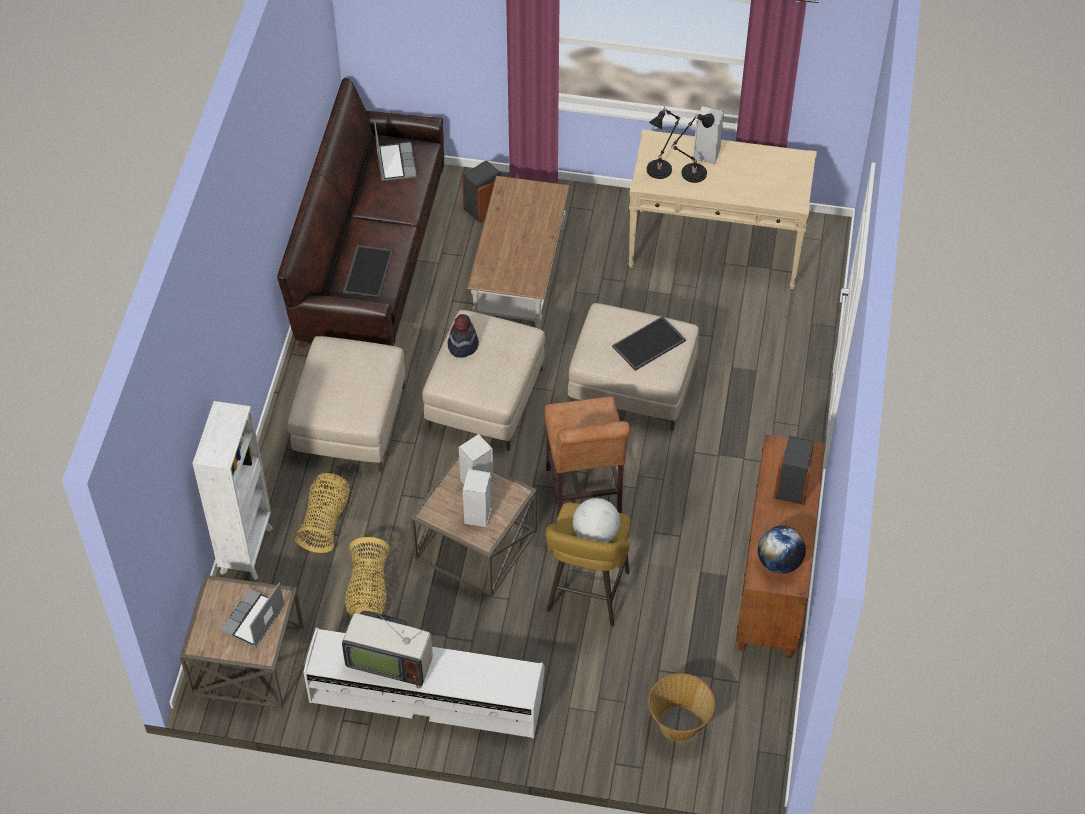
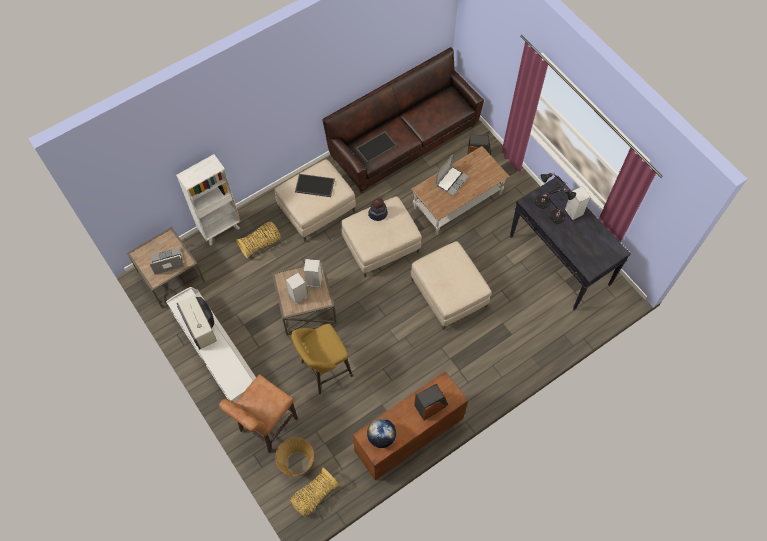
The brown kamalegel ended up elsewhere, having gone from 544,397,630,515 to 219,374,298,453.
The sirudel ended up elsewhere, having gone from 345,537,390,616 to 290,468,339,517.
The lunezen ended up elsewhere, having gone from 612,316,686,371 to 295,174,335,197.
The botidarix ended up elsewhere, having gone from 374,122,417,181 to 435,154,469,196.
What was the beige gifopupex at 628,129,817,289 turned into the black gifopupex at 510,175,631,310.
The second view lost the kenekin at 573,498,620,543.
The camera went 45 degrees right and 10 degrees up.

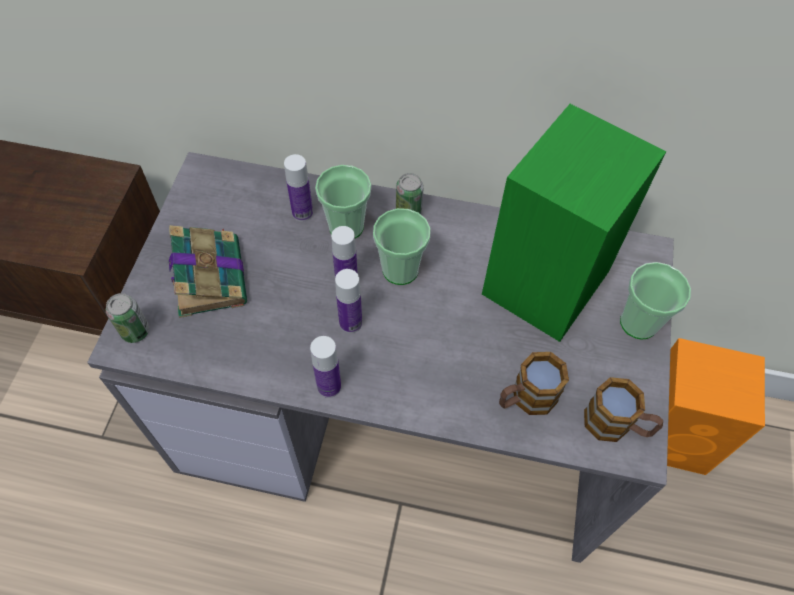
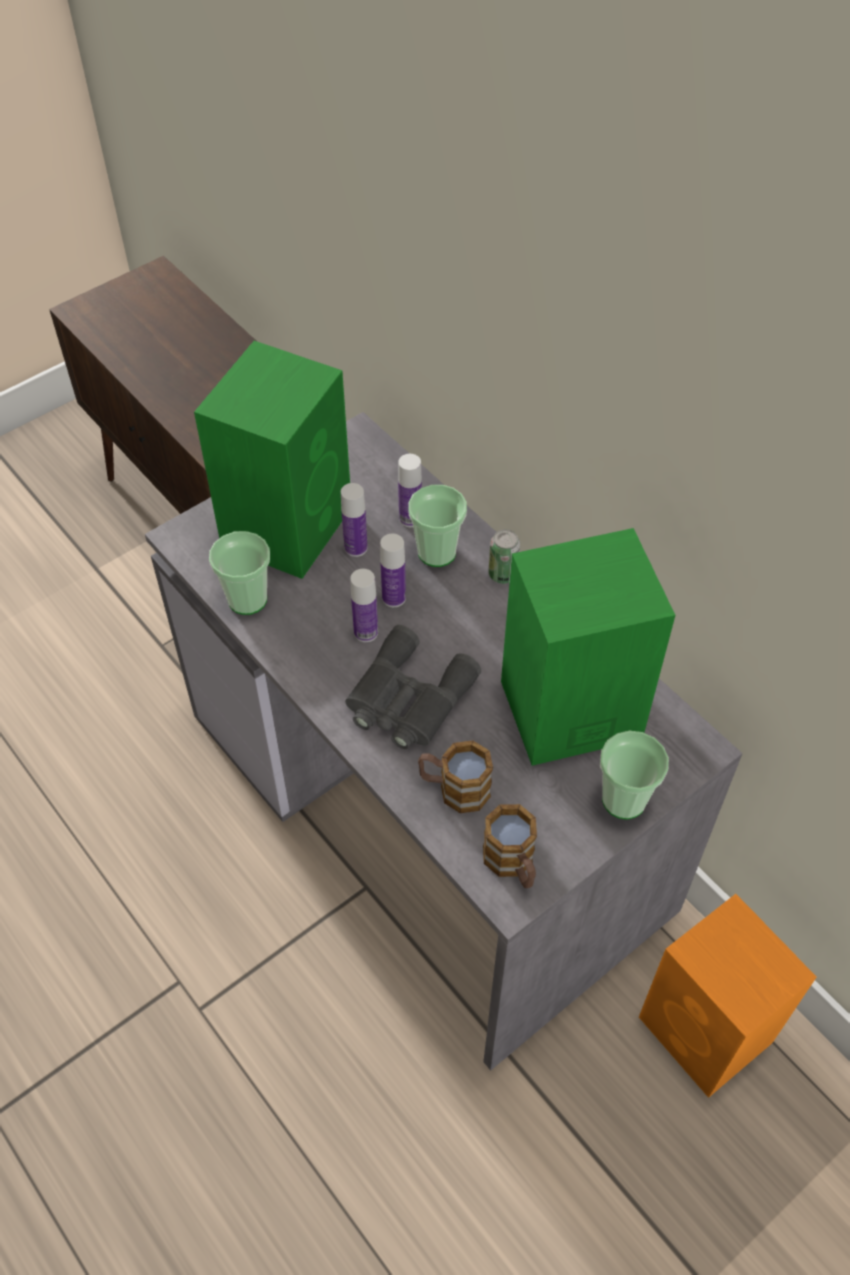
Where the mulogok stood at 169,225,247,318, the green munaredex came to stand at 194,341,350,579.
The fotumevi ended up elsewhere, having gone from 373,208,431,285 to 209,531,270,615.
The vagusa ended up elsewhere, having gone from 310,336,341,398 to 341,483,368,557.
The second view gained the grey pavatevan at 345,625,481,749.
The second view lost the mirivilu at 106,293,149,343.
The camera went 40 degrees right and 5 degrees down.

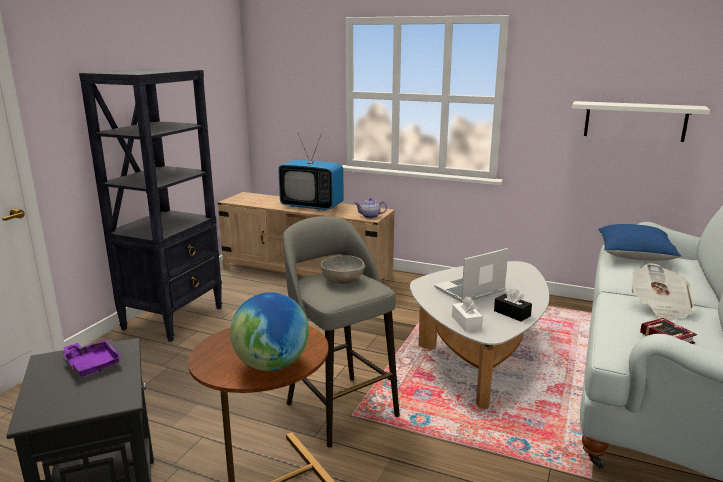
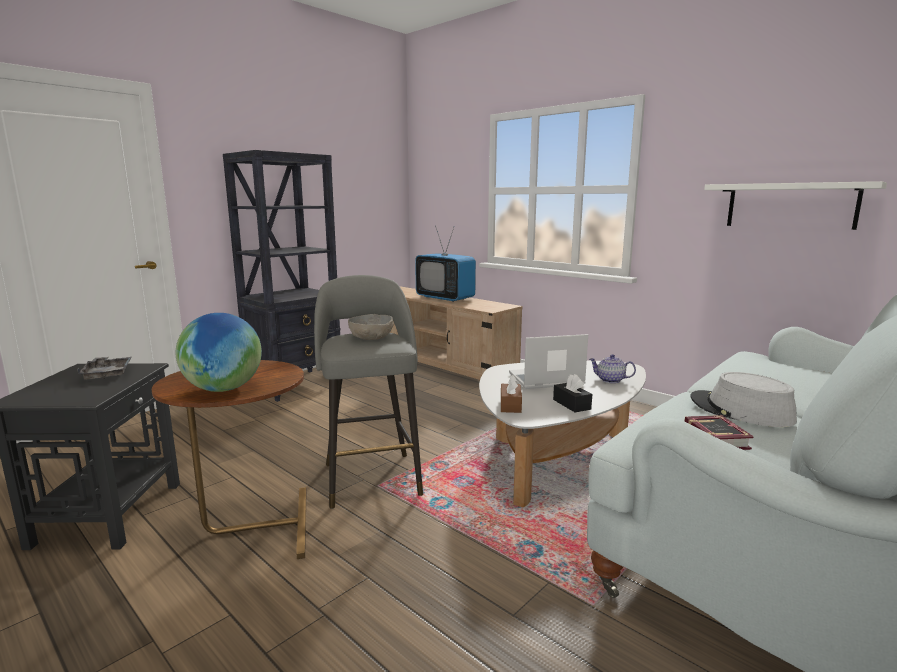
What was the purple lunezen at 63,339,122,377 turned into the grey lunezen at 77,357,132,380.
What was the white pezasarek at 452,297,483,332 turned into the brown pezasarek at 501,375,522,413.
The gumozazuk ended up elsewhere, having gone from 354,198,387,218 to 589,354,636,383.
Where the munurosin stood at 631,263,694,321, the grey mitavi came to stand at 690,372,797,427.
The second view lost the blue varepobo at 598,224,681,261.
The camera went 20 degrees right and 5 degrees down.

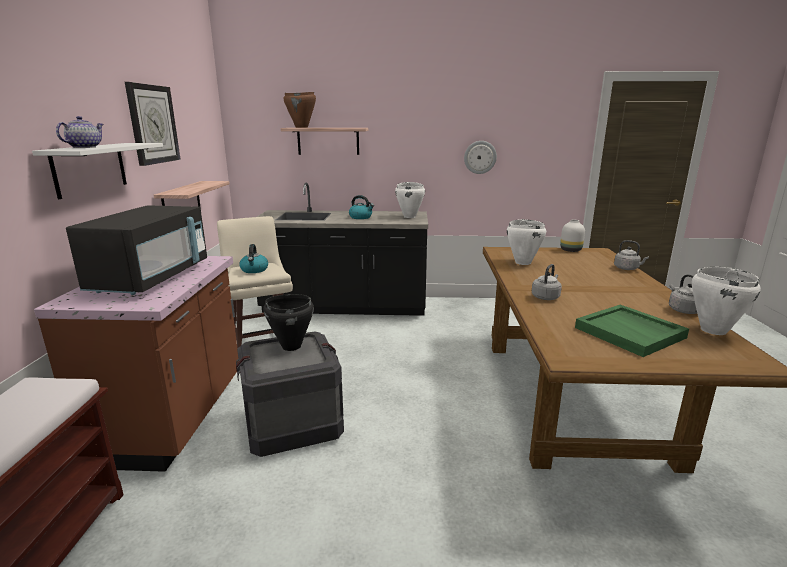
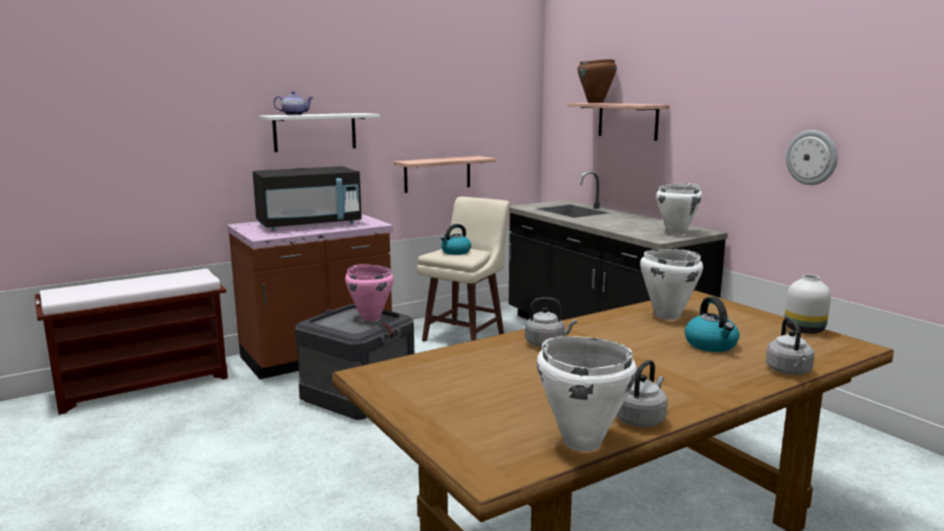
What was the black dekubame at 263,294,314,351 turned into the pink dekubame at 345,264,394,321.
The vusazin ended up elsewhere, having gone from 349,195,374,219 to 685,297,739,352.
The second view lost the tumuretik at 125,82,181,166.
The second view lost the green lunezen at 575,305,689,357.
The camera went 55 degrees right and 5 degrees down.

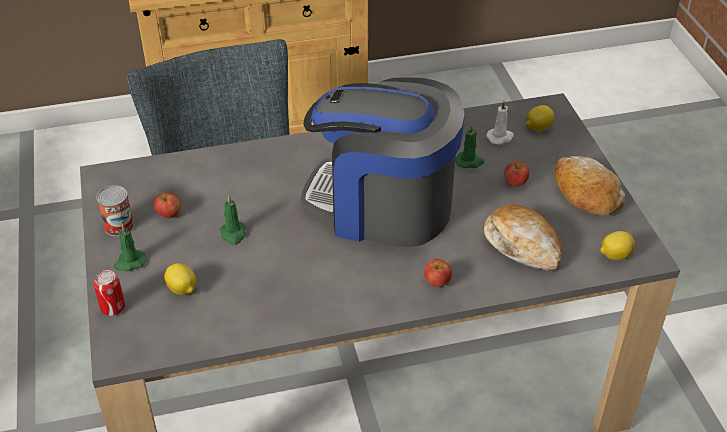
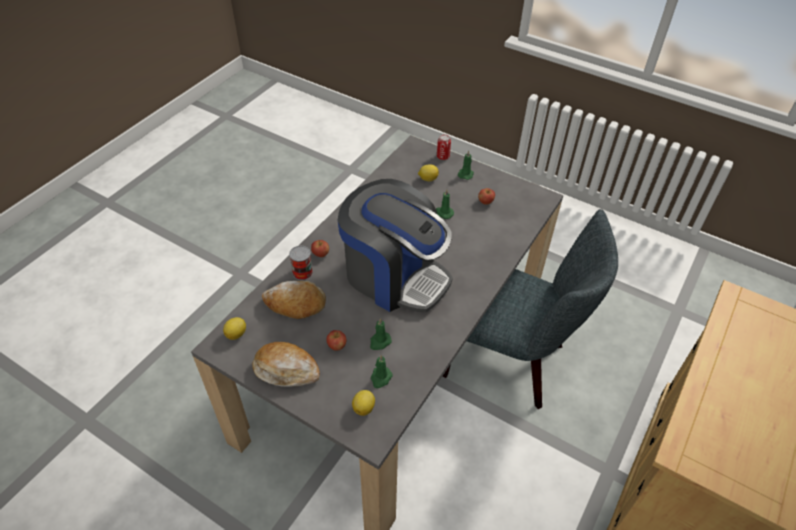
The mirivilu ended up elsewhere, having gone from 96,185,134,236 to 289,246,313,280.
The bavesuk at 301,77,464,247 ended up facing another way, 60 degrees clockwise from before.
What was the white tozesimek at 486,101,514,145 turned into the green tozesimek at 371,355,393,388.
The camera went 135 degrees right and 5 degrees up.

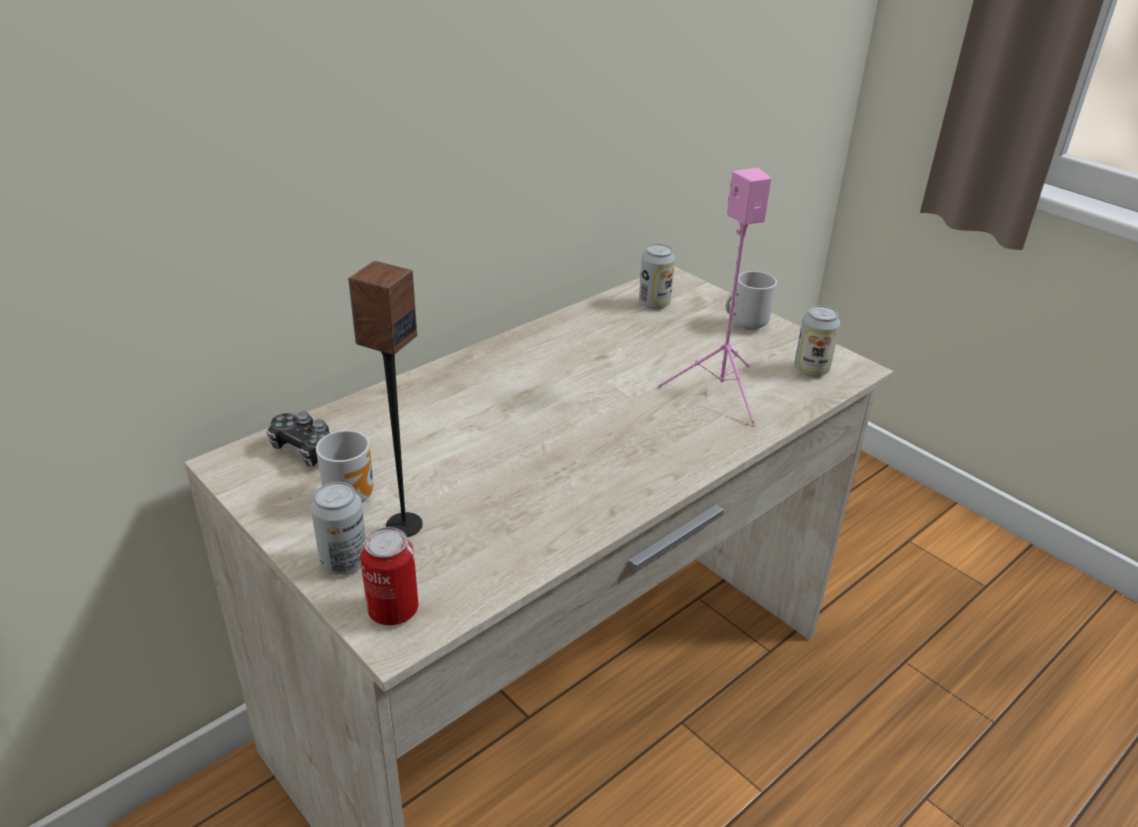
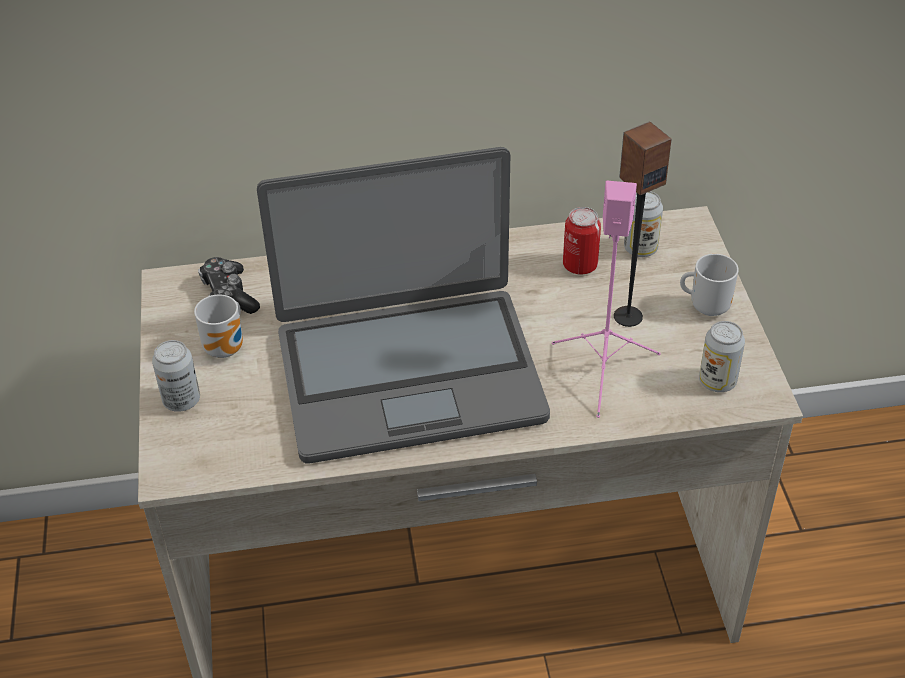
The second view gained the botidarix at 257,147,550,464.
The mirivilu ended up elsewhere, having gone from 360,527,418,625 to 563,207,601,274.
The munaredex ended up elsewhere, having gone from 348,261,423,537 to 614,122,672,327.
The camera went 35 degrees right and 10 degrees up.

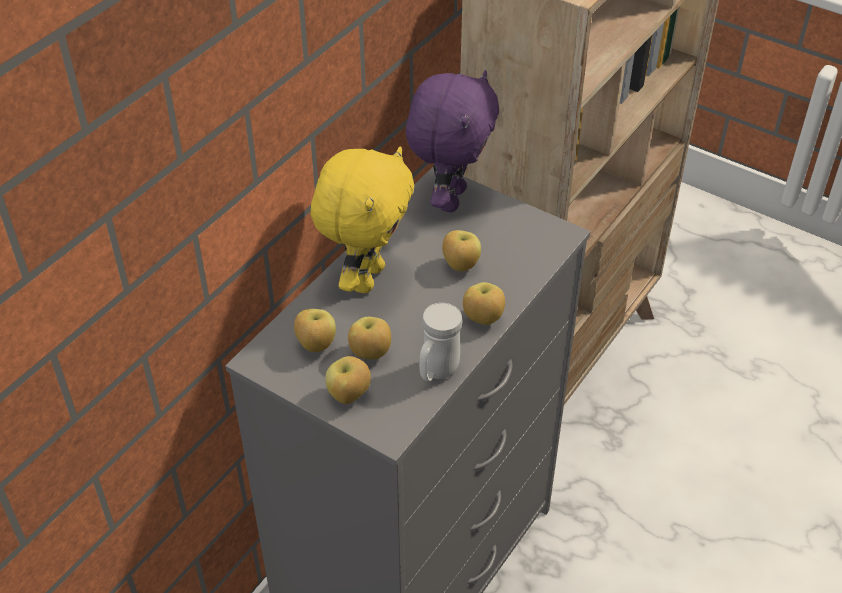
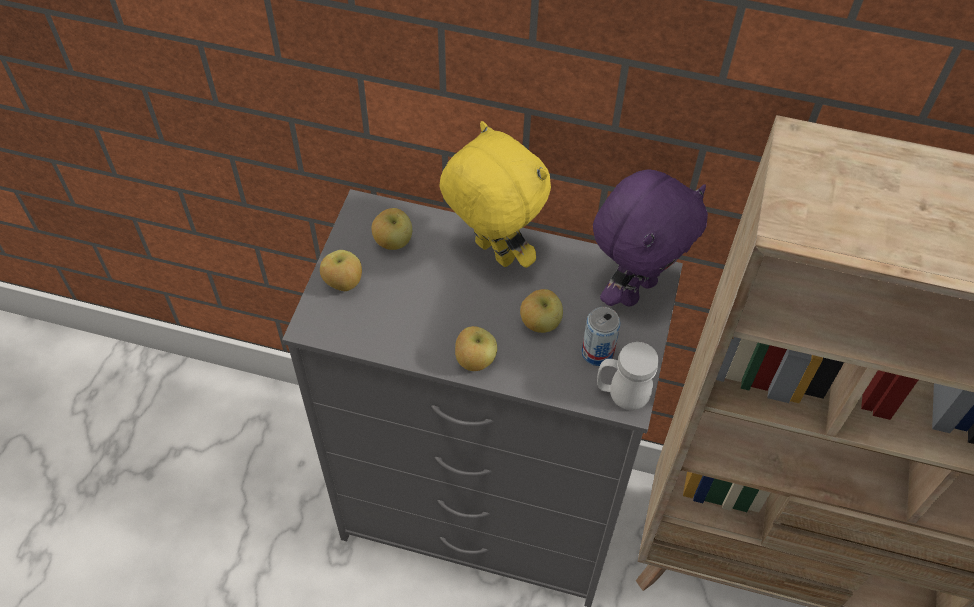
The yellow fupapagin at 311,147,414,293 ended up facing another way, 135 degrees counterclockwise from before.
The second view gained the mirivilu at 582,307,621,366.
The purple fupapagin at 406,70,499,212 ended up facing another way, 45 degrees counterclockwise from before.
The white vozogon ended up elsewhere, having gone from 419,303,463,382 to 597,342,658,410.
The second view lost the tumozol at 348,317,391,360.
The camera went 70 degrees right and 10 degrees up.

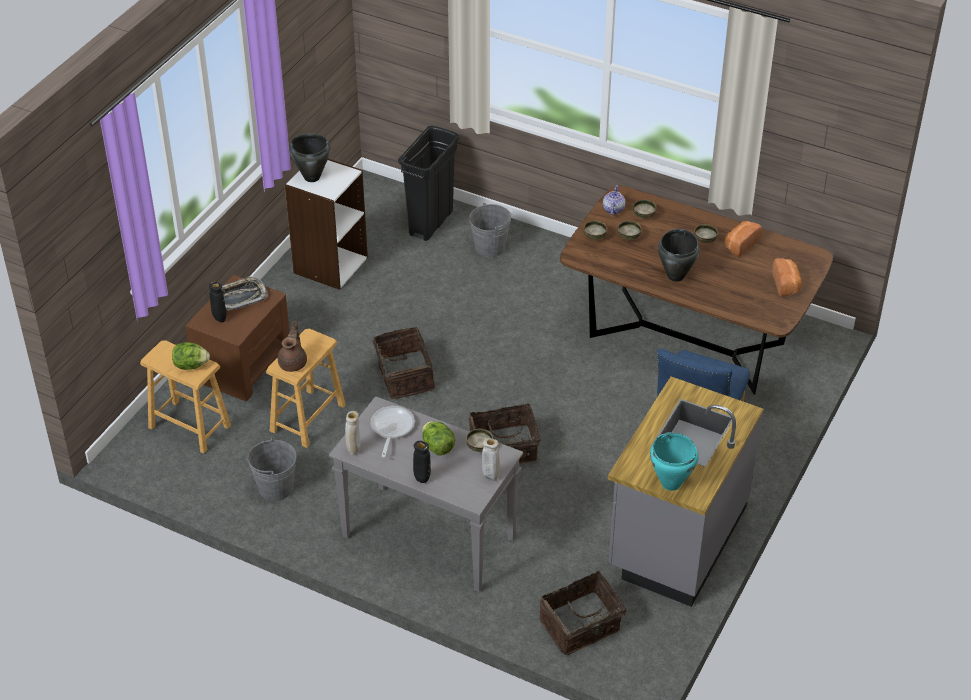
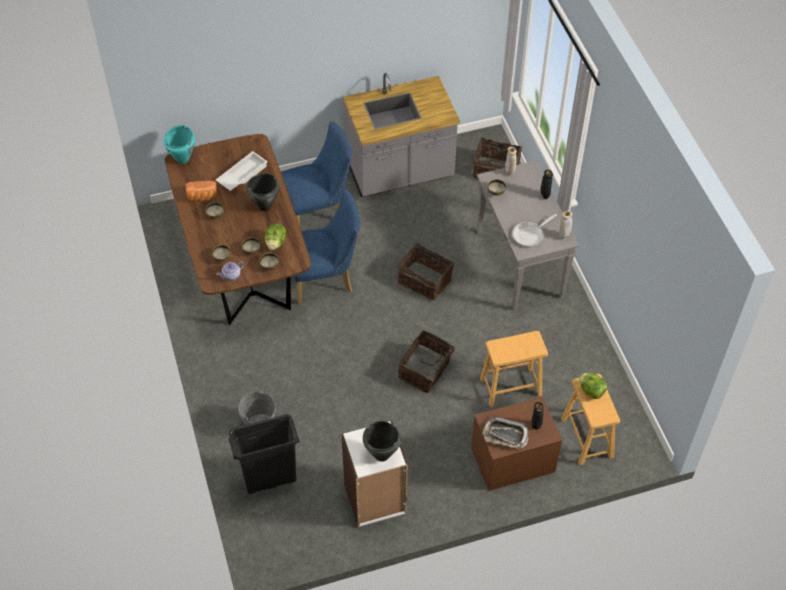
The turquoise dekubame ended up elsewhere, having gone from 650,432,699,491 to 164,125,195,164.
The second view gained the white lunezen at 216,151,268,191.
The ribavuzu ended up elsewhere, having gone from 422,421,455,455 to 264,224,286,250.
The second view gained the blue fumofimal at 294,189,360,304.
The second view lost the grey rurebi at 247,438,297,501.
The second view lost the brown gumozazuk at 278,321,307,372.
The second view lost the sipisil at 772,258,802,296.
The camera went 135 degrees left and 10 degrees up.

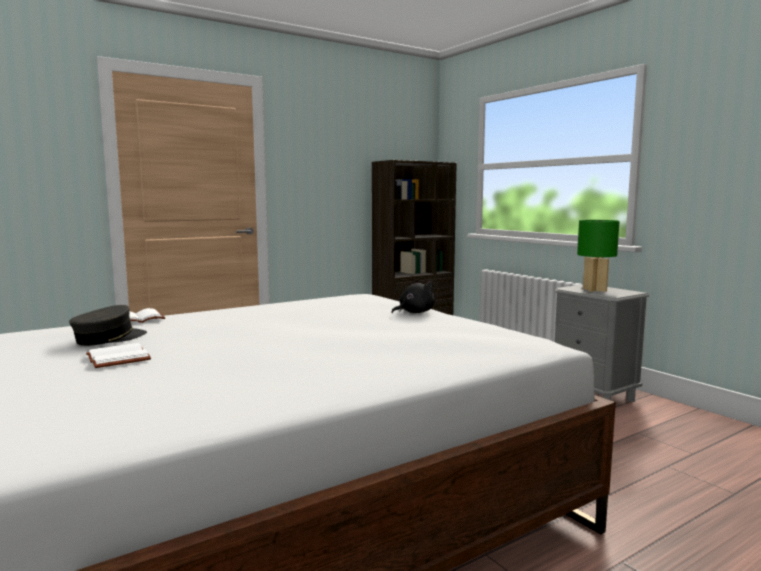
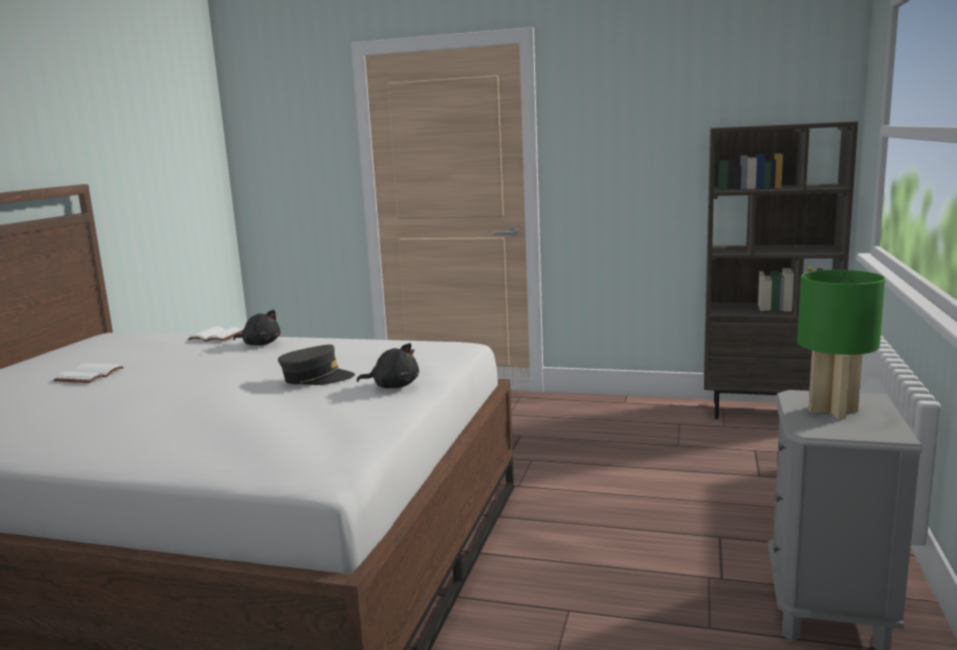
The second view gained the black fupapagin at 233,310,280,345.
The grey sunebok ended up elsewhere, having gone from 69,305,147,346 to 278,345,355,385.
The camera went 50 degrees right and 5 degrees up.

